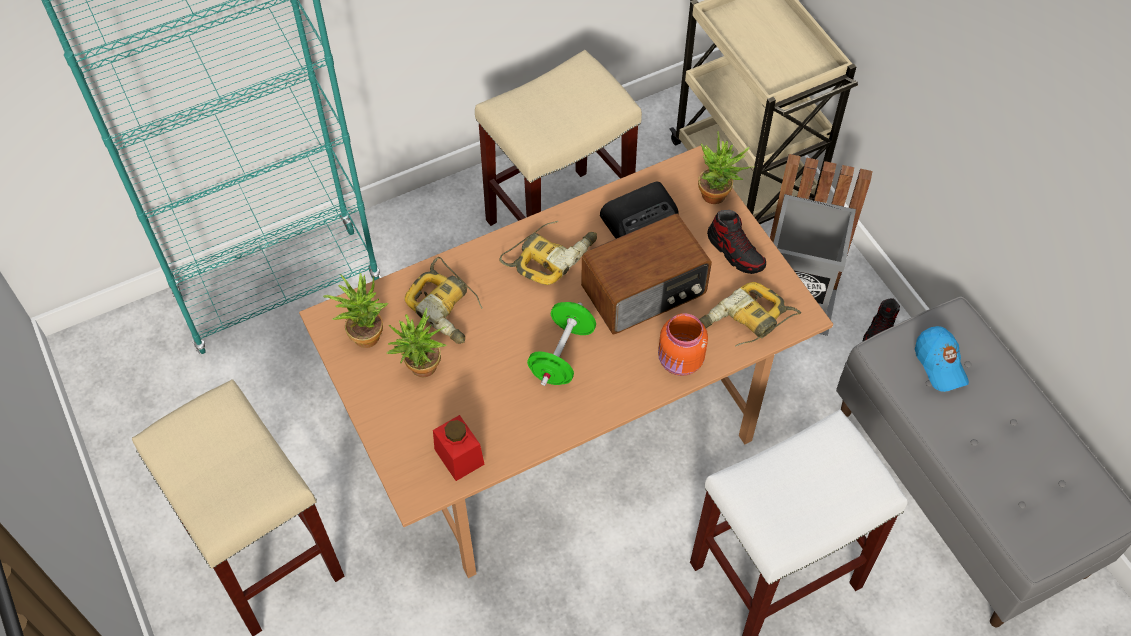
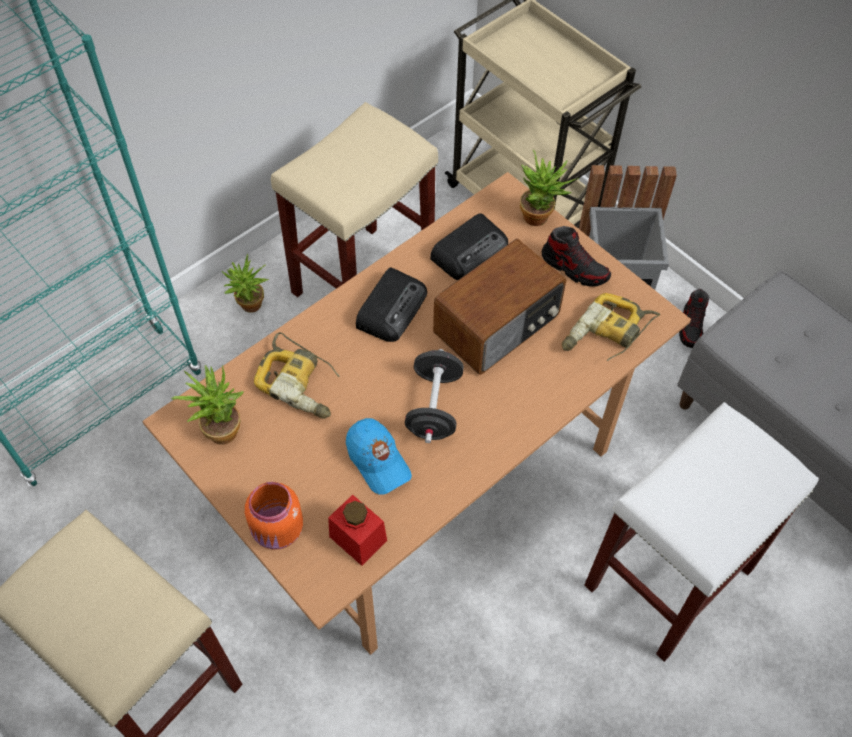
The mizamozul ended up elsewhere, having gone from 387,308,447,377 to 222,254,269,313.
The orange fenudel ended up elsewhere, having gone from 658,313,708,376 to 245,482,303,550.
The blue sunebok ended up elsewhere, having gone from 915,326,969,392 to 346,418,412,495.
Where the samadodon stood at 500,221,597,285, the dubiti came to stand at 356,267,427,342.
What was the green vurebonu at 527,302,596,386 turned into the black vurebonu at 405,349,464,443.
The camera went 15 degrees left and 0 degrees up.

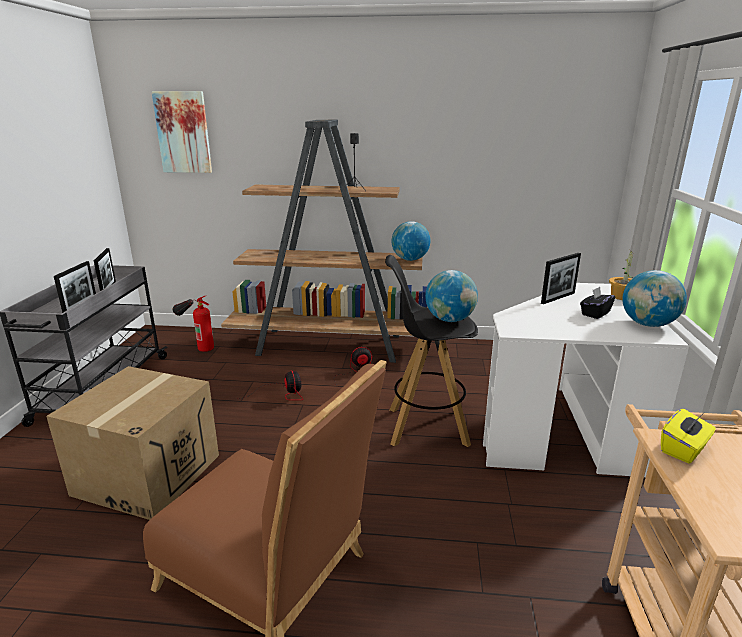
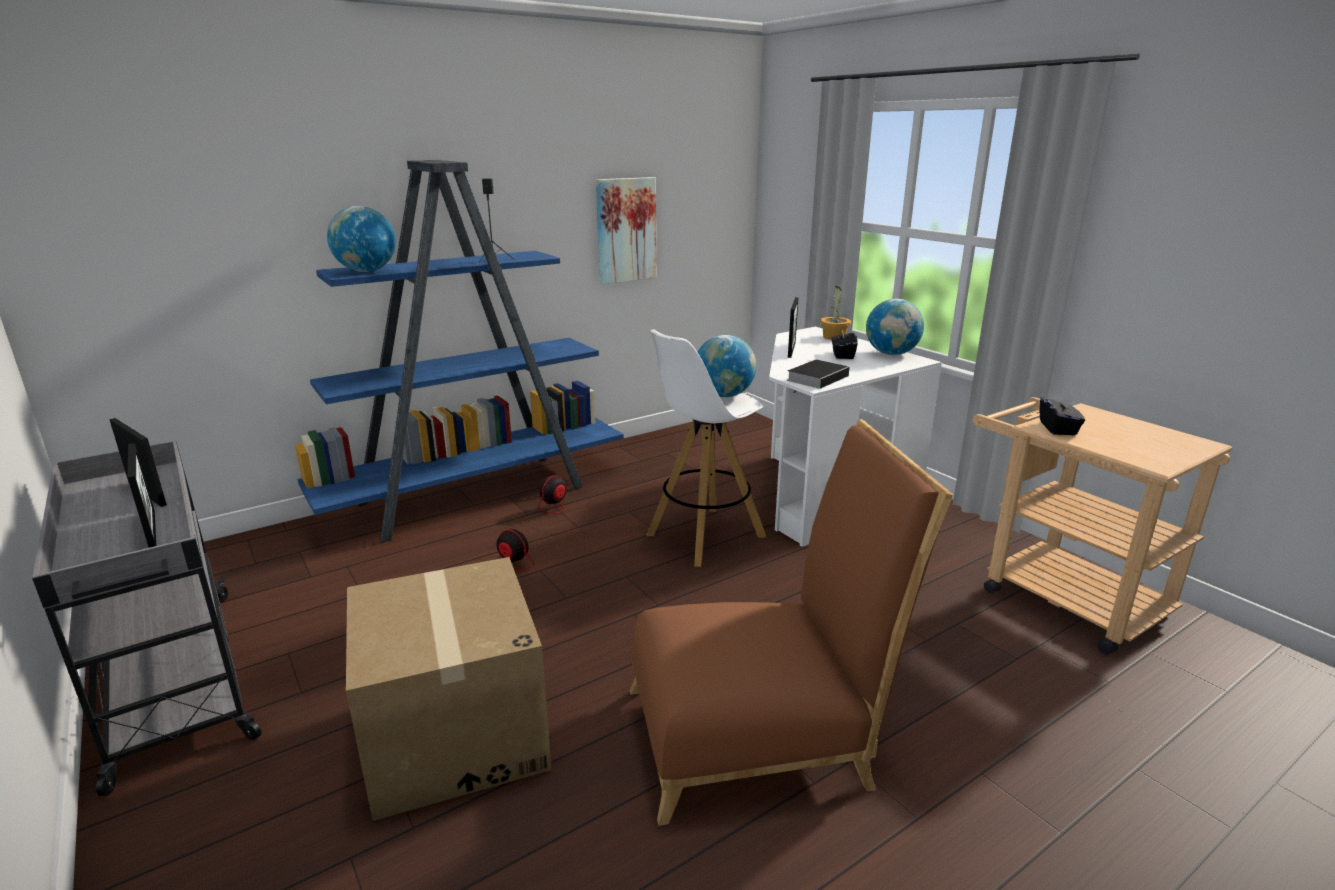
What was the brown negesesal at 221,120,427,363 turned into the blue negesesal at 295,160,624,542.
The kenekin ended up elsewhere, having gone from 392,221,430,261 to 327,206,396,272.
The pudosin ended up elsewhere, having gone from 152,91,212,173 to 596,177,656,284.
What was the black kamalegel at 385,255,478,447 turned into the white kamalegel at 646,330,766,567.
The second view gained the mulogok at 787,359,849,389.
What was the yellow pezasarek at 661,409,716,463 turned into the black pezasarek at 1040,392,1085,435.
The second view lost the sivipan at 173,296,214,352.
The camera went 40 degrees left and 0 degrees up.

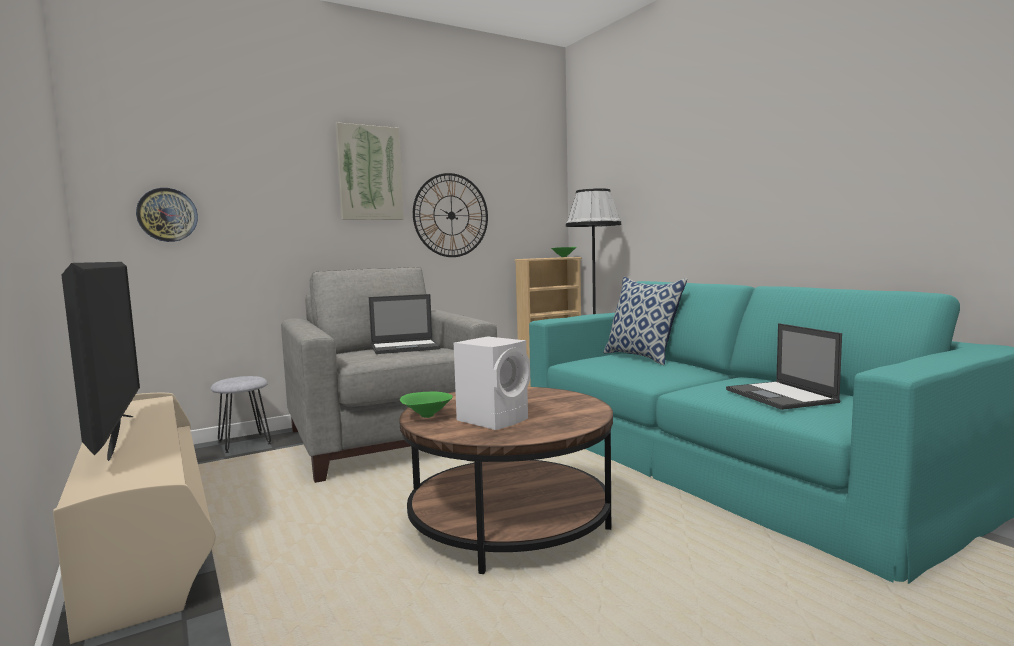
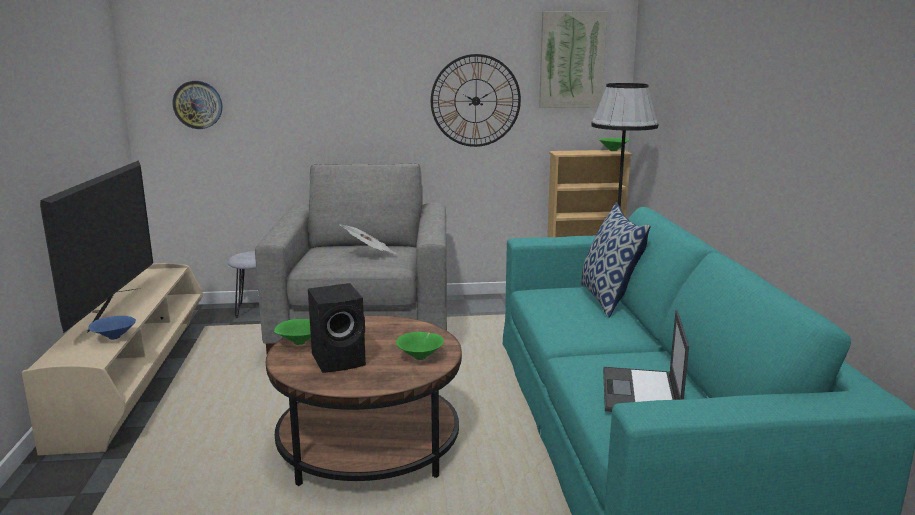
The second view gained the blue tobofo at 89,316,136,340.
What was the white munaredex at 454,336,530,430 turned into the black munaredex at 308,283,366,373.
Where the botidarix stood at 369,294,441,354, the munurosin came to stand at 340,225,397,254.
The second view gained the green tobofo at 396,332,444,360.
The pudosin ended up elsewhere, having gone from 335,122,404,220 to 539,11,607,108.
The camera went 25 degrees right and 10 degrees up.

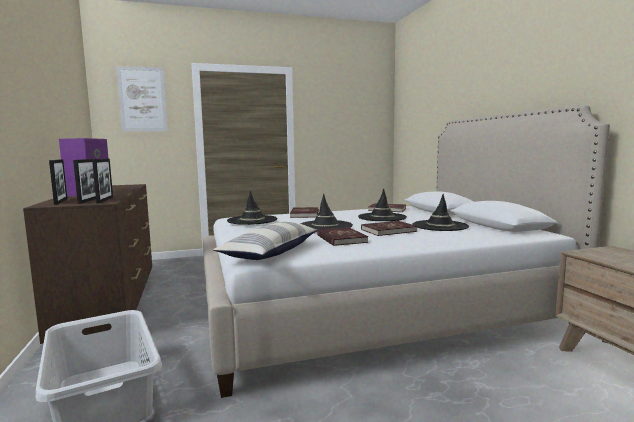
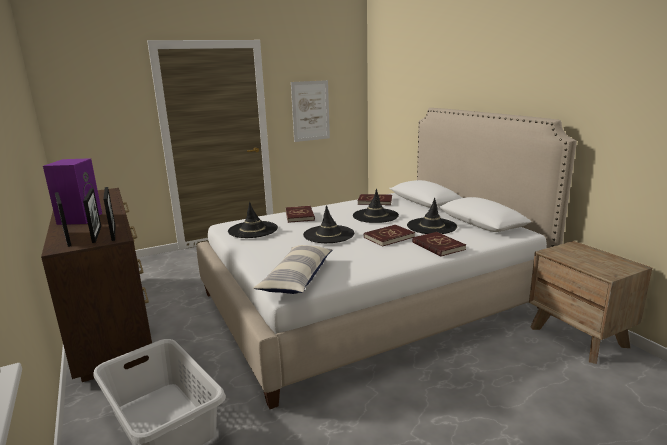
The pudosin ended up elsewhere, having gone from 116,66,168,132 to 291,80,330,142.
The red mulogok ended up elsewhere, having gone from 317,227,368,246 to 412,232,466,257.
The camera went 10 degrees left and 10 degrees up.

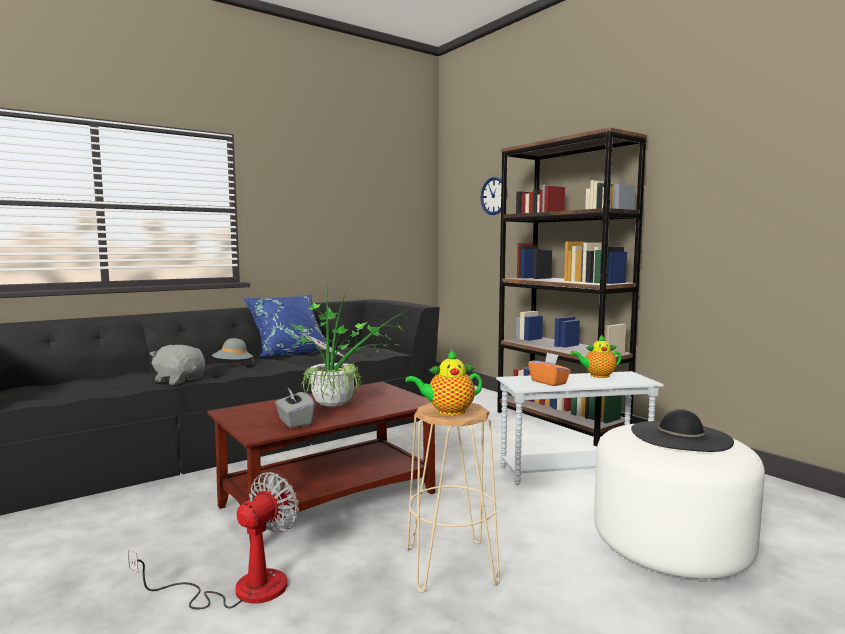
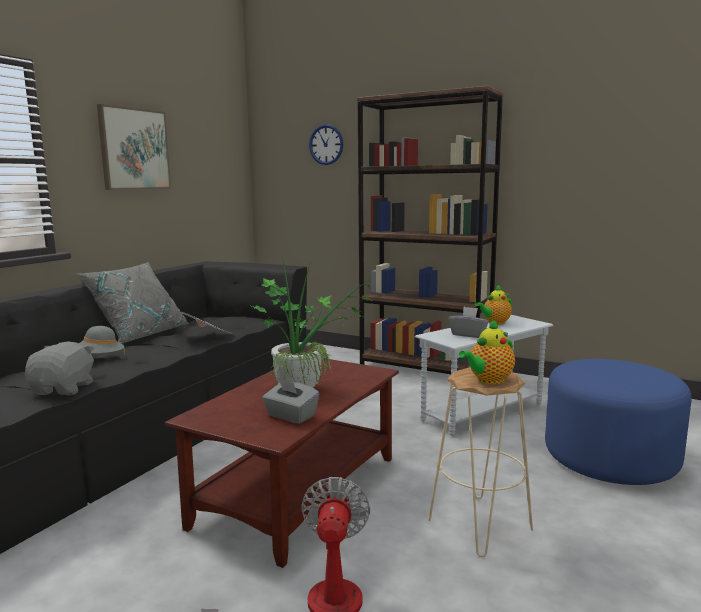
The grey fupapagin at 150,345,205,385 ended up facing another way, 90 degrees clockwise from before.
What was the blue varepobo at 243,294,326,357 turned into the grey varepobo at 75,262,188,344.
The second view gained the pudosin at 97,104,171,190.
What was the orange pezasarek at 528,353,571,386 turned into the grey pezasarek at 449,306,489,338.
What was the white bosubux at 594,424,765,579 turned into the blue bosubux at 545,359,692,485.
The second view lost the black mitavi at 631,409,734,452.
The camera went 25 degrees left and 5 degrees up.

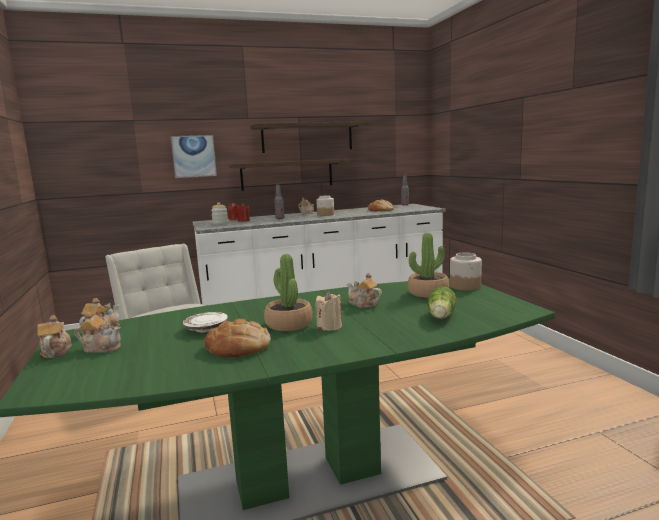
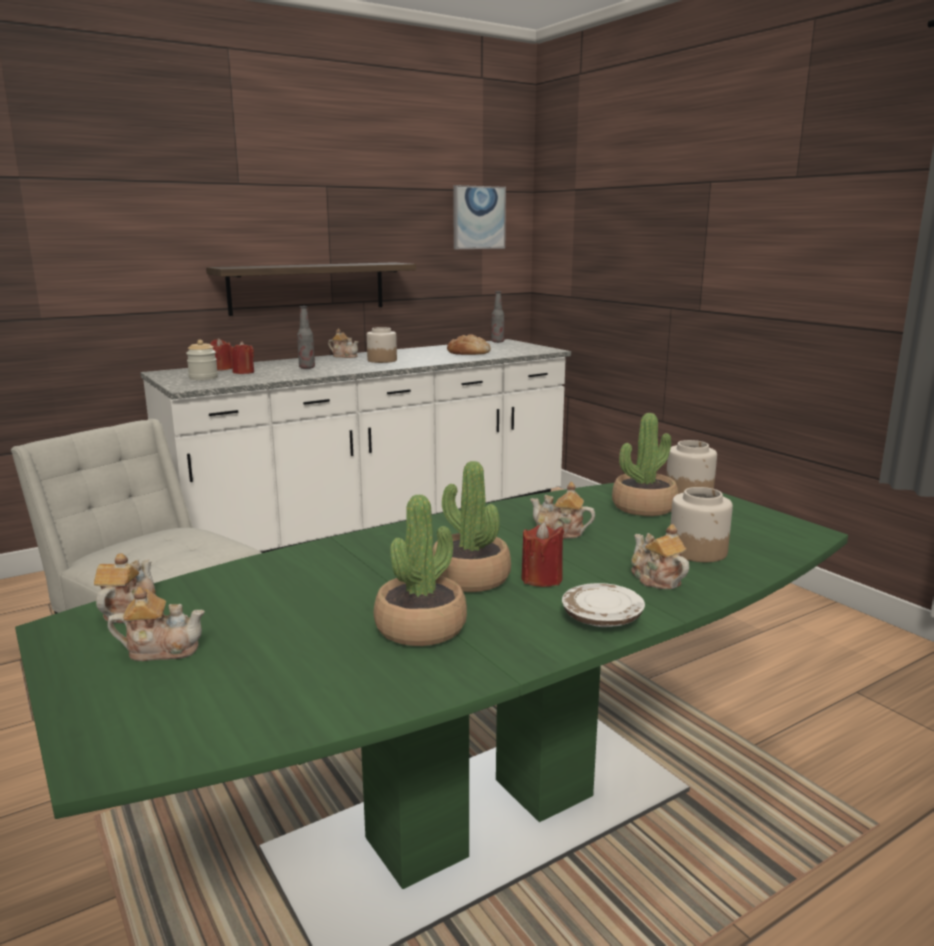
Where the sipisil stood at 204,319,271,357, the mizamozul came to stand at 374,494,467,646.
The pudosin ended up elsewhere, having gone from 171,135,217,178 to 453,185,506,249.
What was the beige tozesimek at 316,291,342,331 turned into the red tozesimek at 521,522,564,587.
The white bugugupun ended up elsewhere, having gone from 183,312,228,332 to 562,583,645,627.
The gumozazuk ended up elsewhere, having gone from 37,315,72,358 to 631,524,689,589.
Where the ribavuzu stood at 428,287,456,319, the fenudel came to stand at 670,487,733,562.
The second view lost the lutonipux at 250,121,370,153.
The camera went 15 degrees left and 5 degrees up.

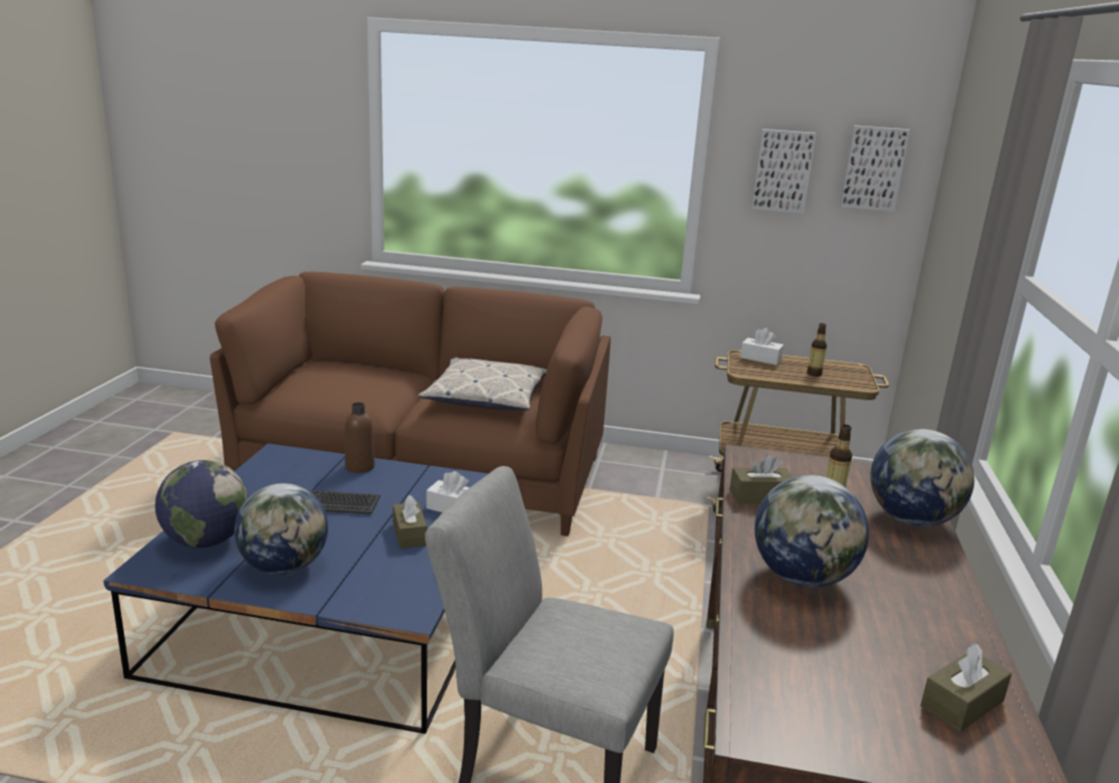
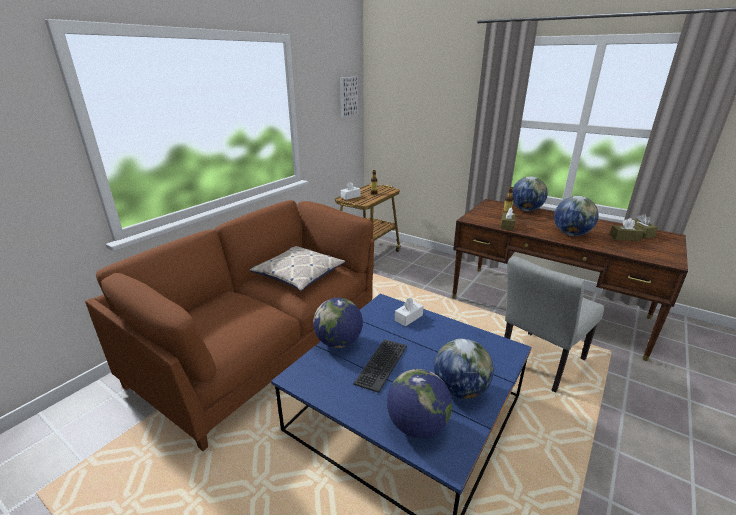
Where the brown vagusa stood at 345,402,375,473, the kenekin came to stand at 313,298,363,348.
The brown pezasarek ended up elsewhere, having gone from 393,495,427,549 to 610,218,644,241.
The second view lost the pudosin at 752,129,816,214.
The camera went 65 degrees left and 5 degrees up.

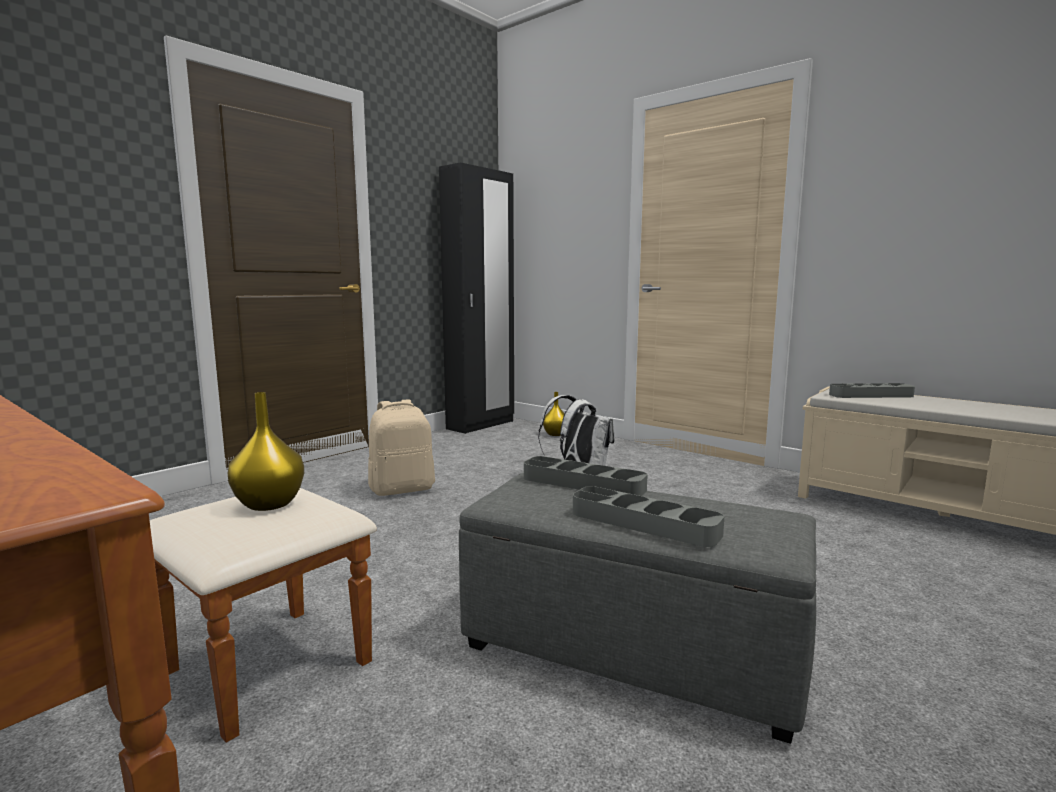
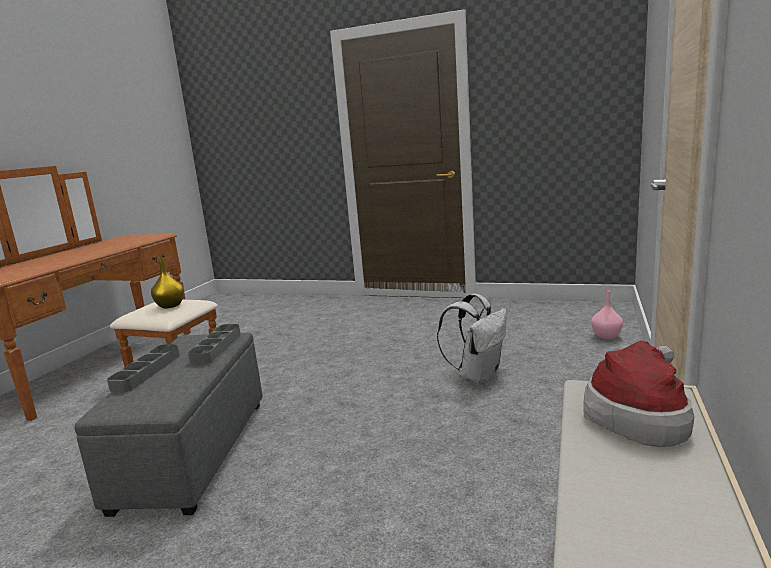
Where the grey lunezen stood at 829,383,915,398, the mitavi came to stand at 583,340,694,447.
What was the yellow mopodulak at 543,392,565,436 turned into the pink mopodulak at 591,290,623,339.
The second view lost the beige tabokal at 368,399,435,496.
The second view lost the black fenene at 439,163,514,434.
The camera went 70 degrees right and 5 degrees up.

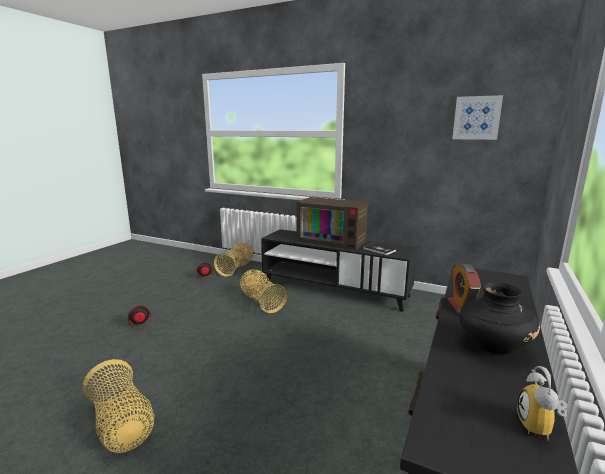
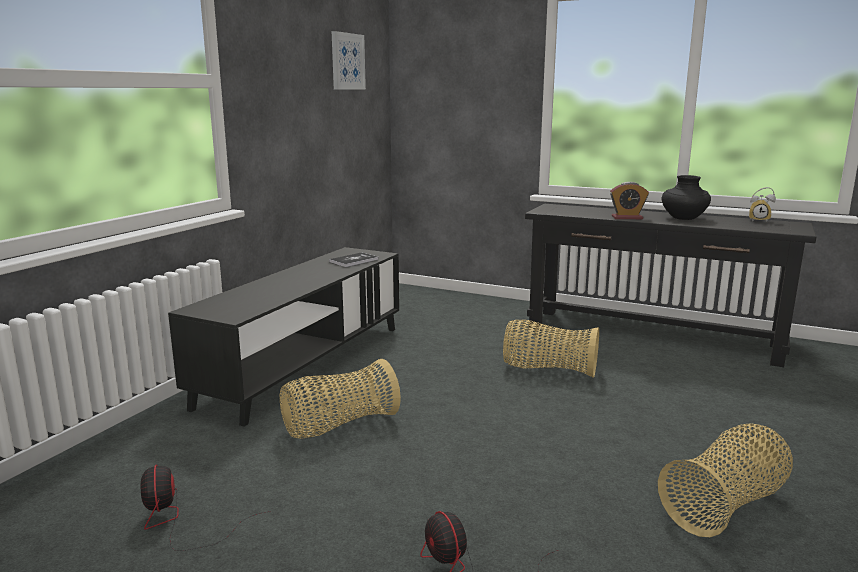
The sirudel ended up elsewhere, having gone from 214,243,254,277 to 503,320,599,378.
The second view lost the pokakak at 296,197,368,250.
The camera went 90 degrees left and 0 degrees up.

